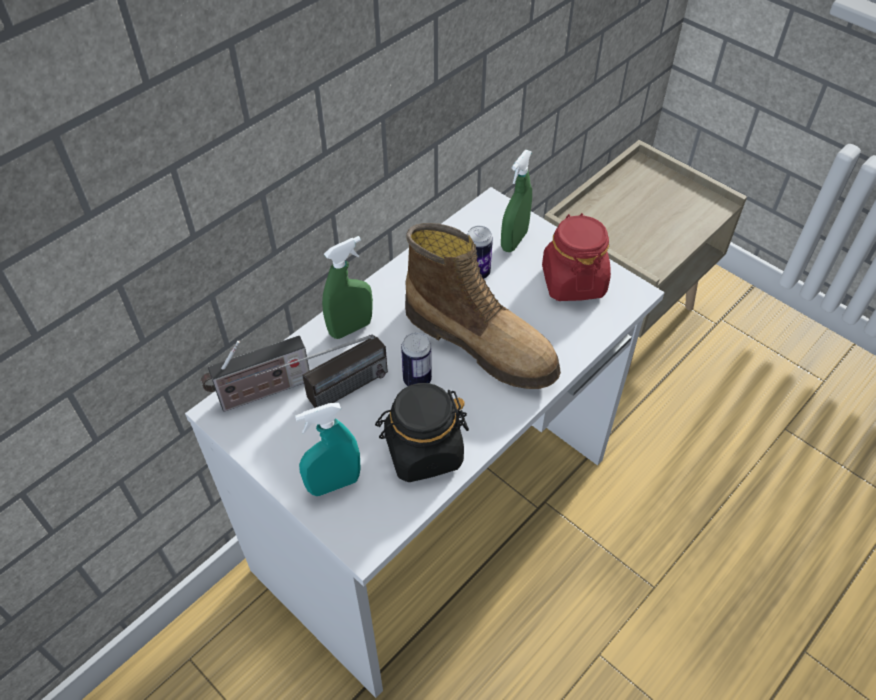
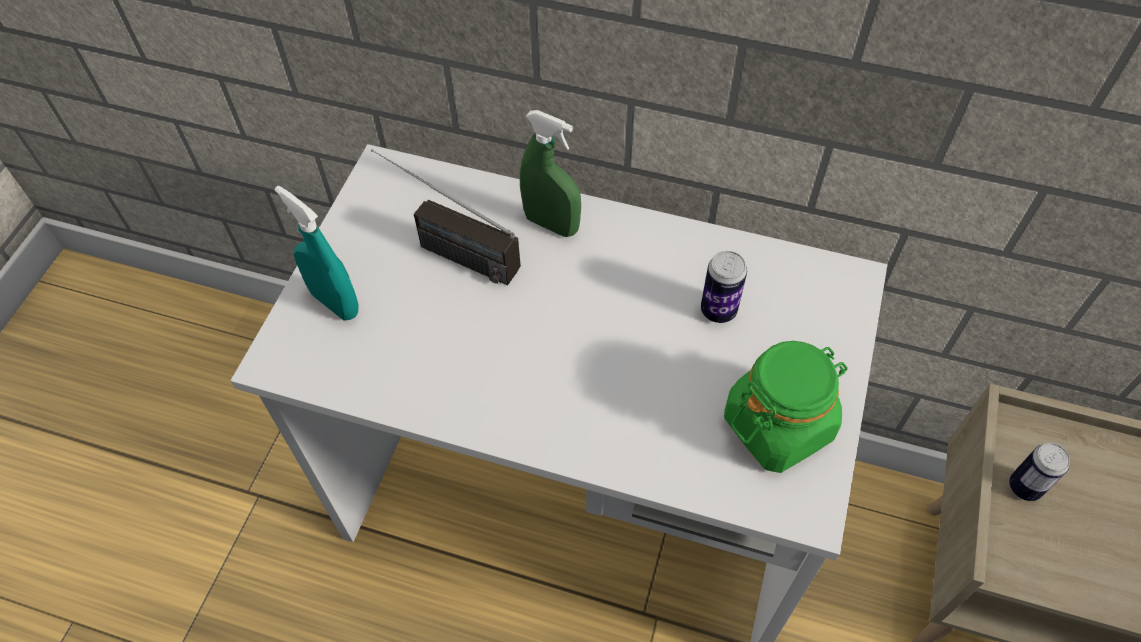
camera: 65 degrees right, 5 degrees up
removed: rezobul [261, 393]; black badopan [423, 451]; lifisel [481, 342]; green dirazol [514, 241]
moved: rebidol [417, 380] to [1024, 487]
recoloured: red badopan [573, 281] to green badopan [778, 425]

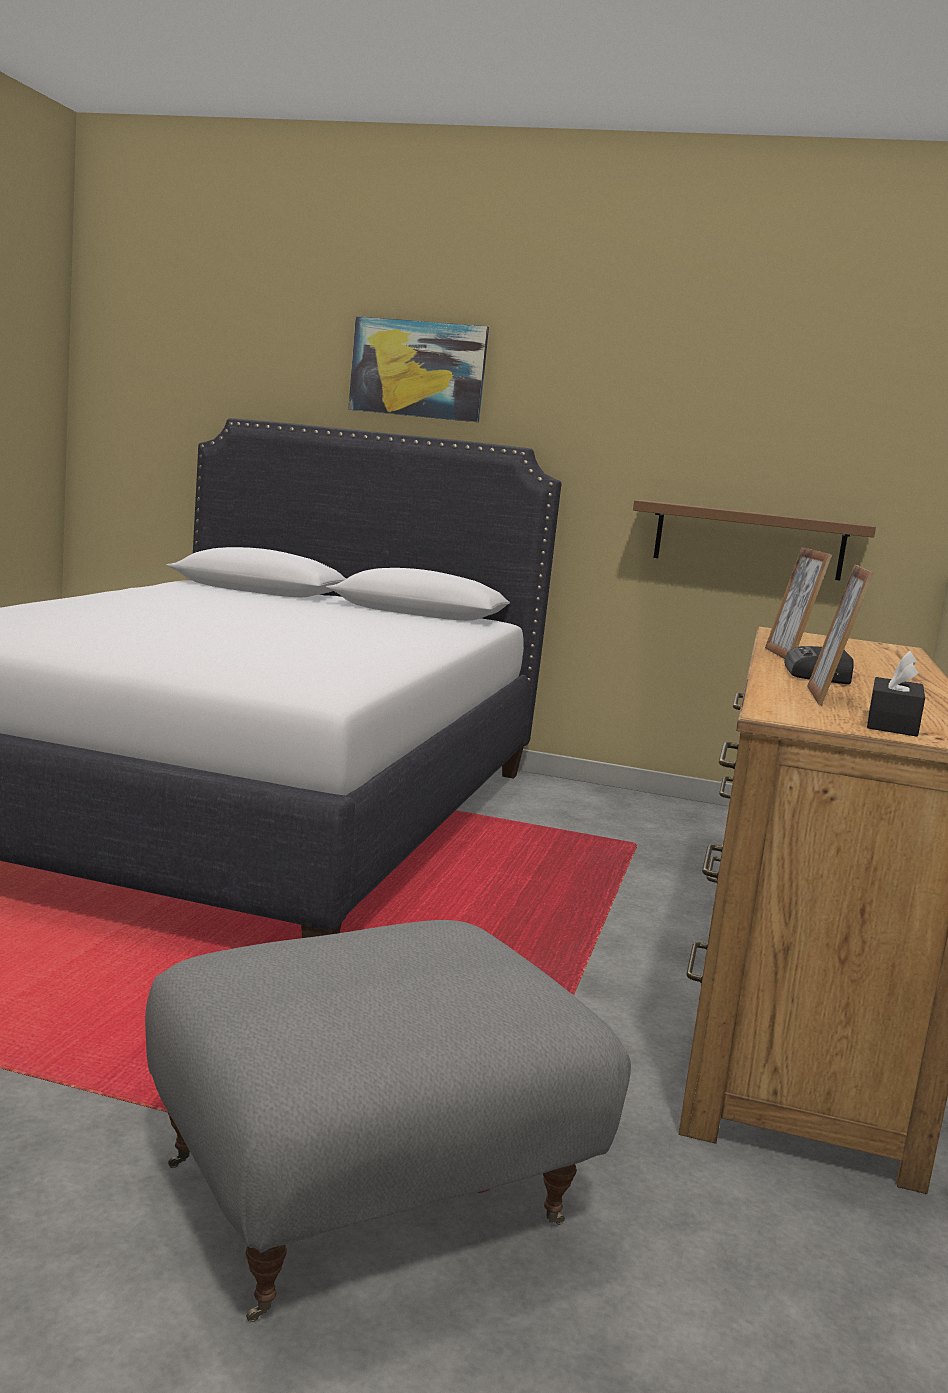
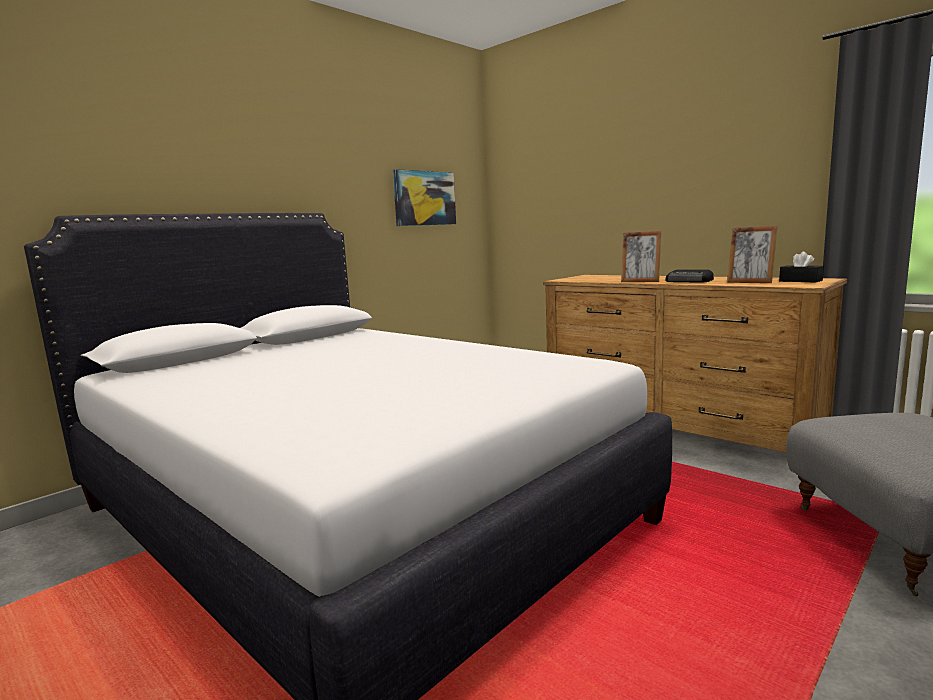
camera: 60 degrees left, 0 degrees up
removed: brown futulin [749, 540]
moved: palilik [418, 369] to [424, 198]

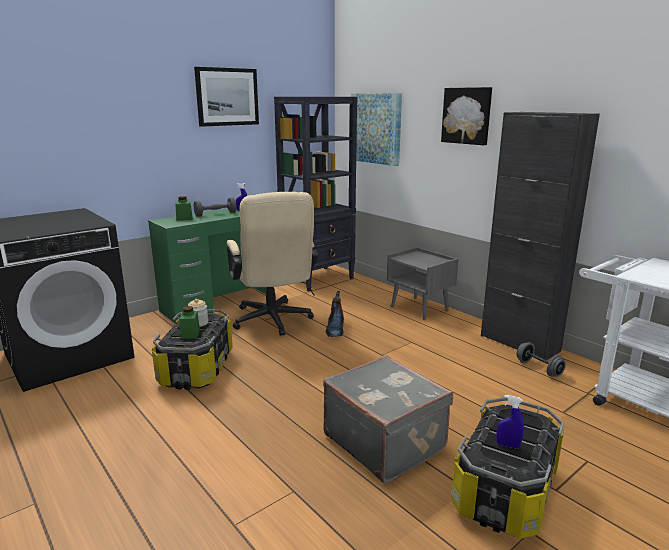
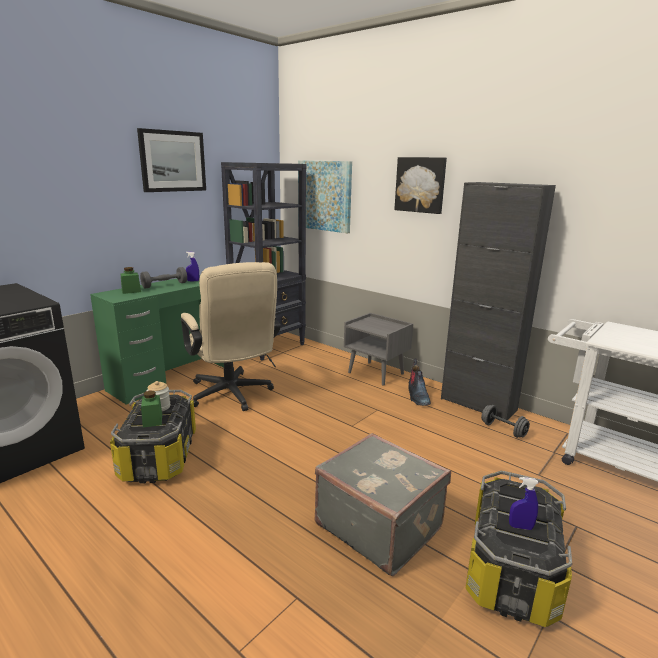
camera: 10 degrees left, 0 degrees up
moved: lifisel [335, 328] to [417, 396]

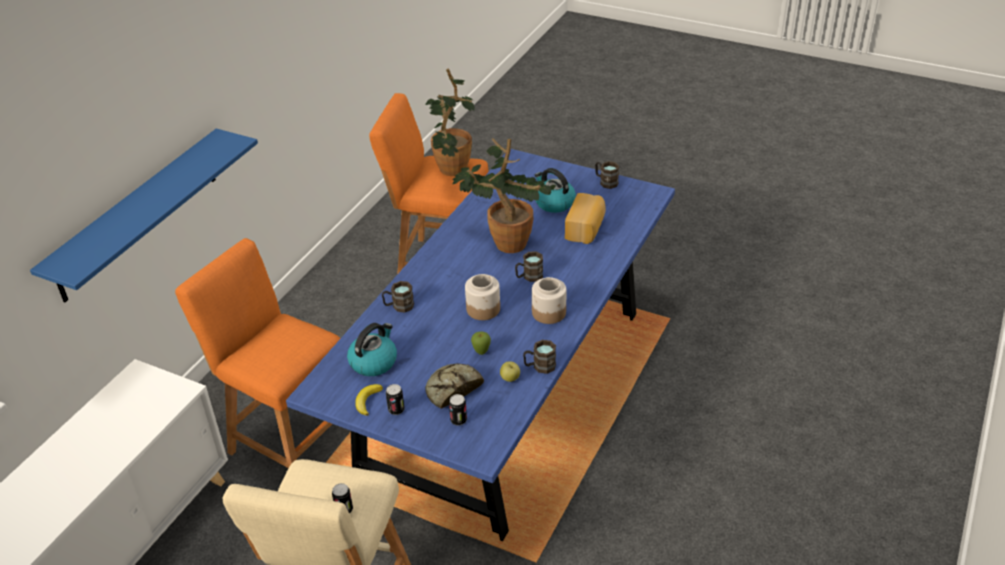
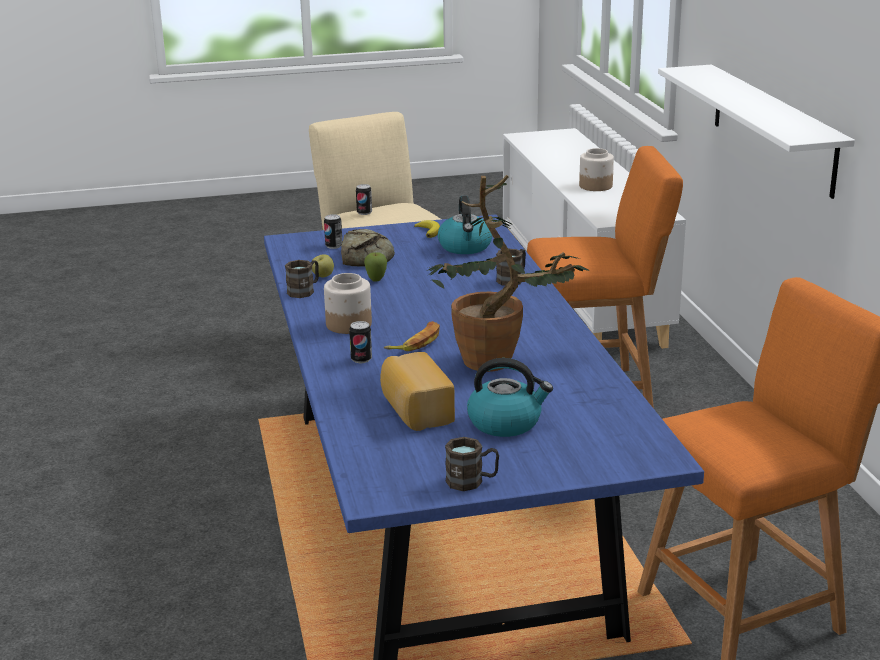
camera: 140 degrees right, 15 degrees down
removed: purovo [451, 172]
moved: rebidol [396, 410] to [361, 359]; badopan [483, 309] to [595, 186]
replaced: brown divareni [529, 276] to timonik [416, 342]
recoloured: blue futulin [137, 214] to white futulin [772, 128]

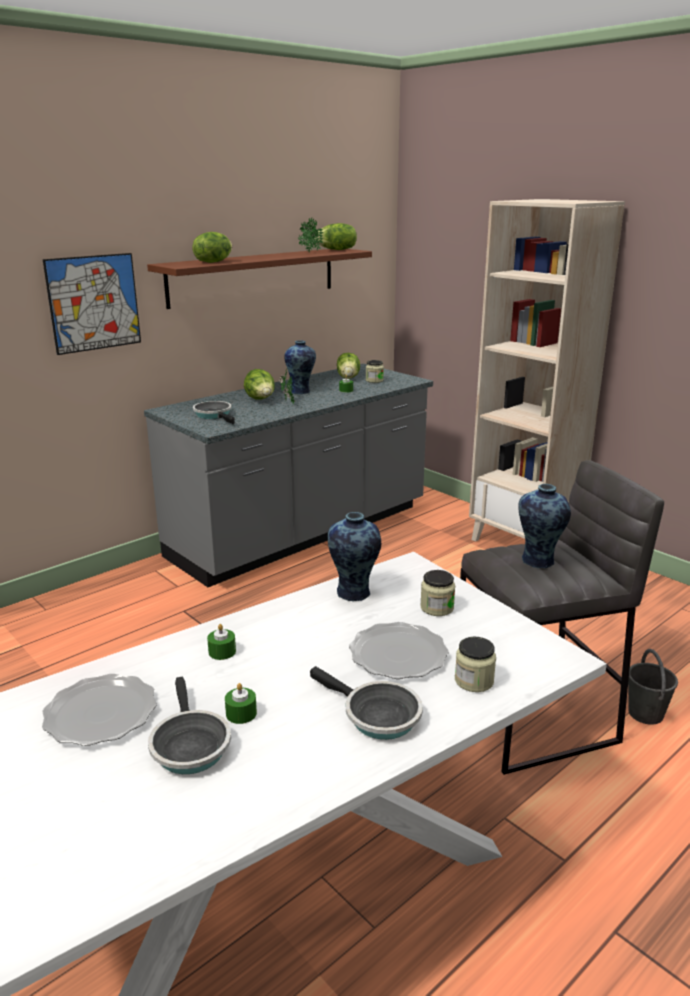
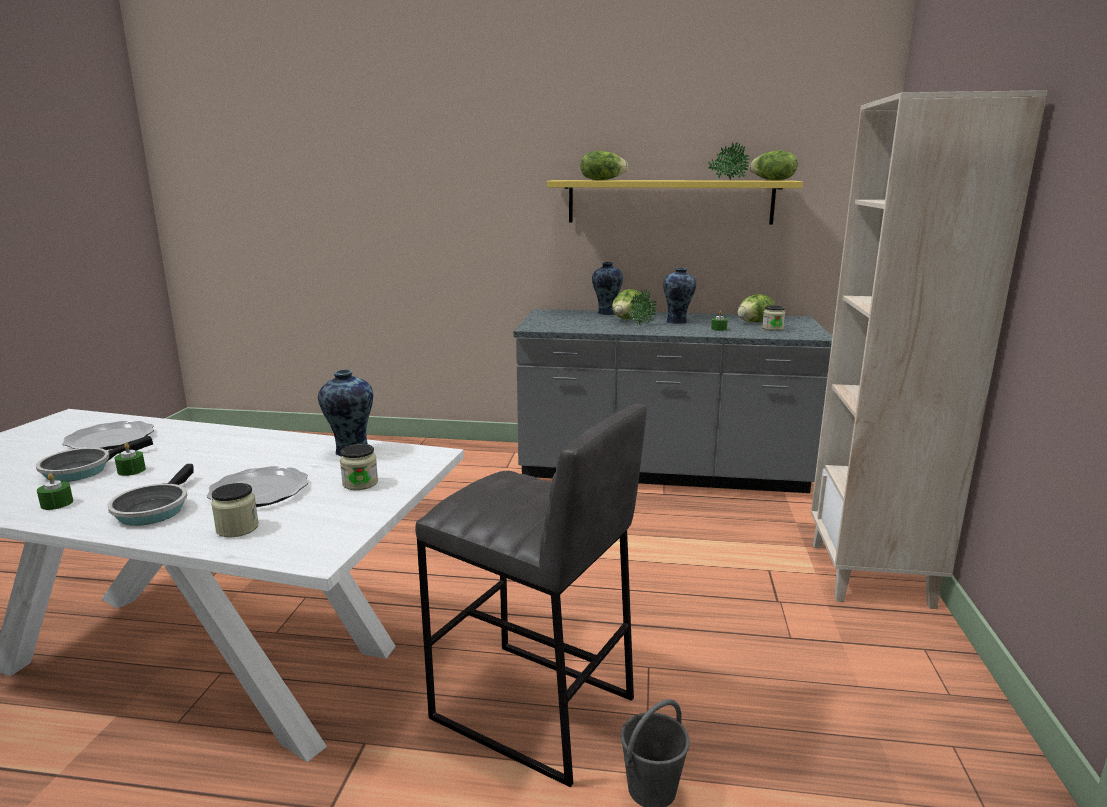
camera: 50 degrees right, 5 degrees down
removed: palilik [94, 303]; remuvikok [214, 415]
moved: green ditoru [222, 651] to [57, 503]; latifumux [538, 561] to [606, 313]
recoloured: brown futulin [253, 276] to yellow futulin [670, 202]

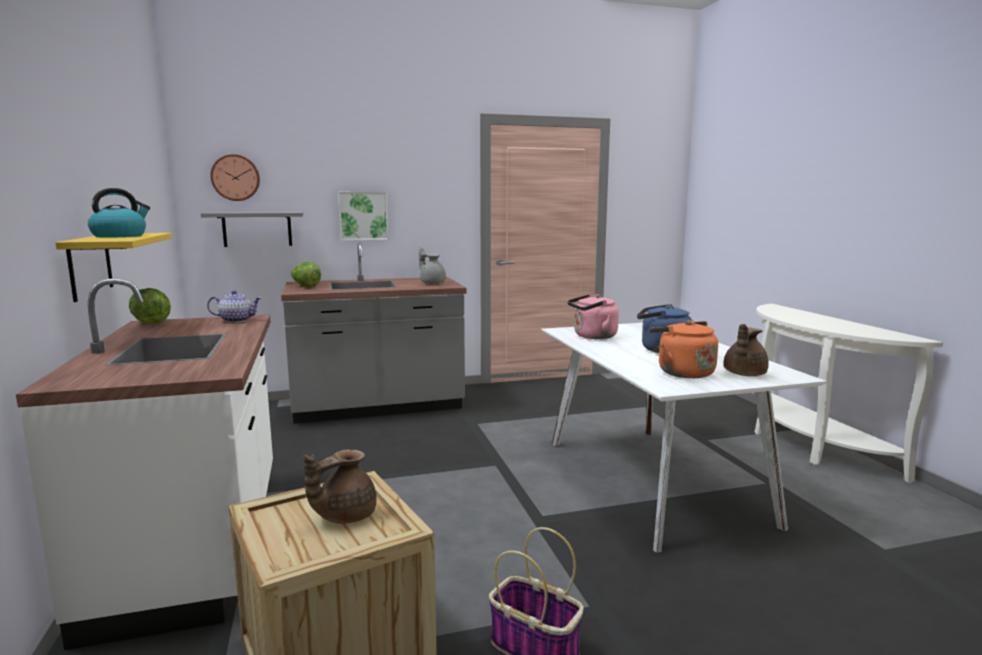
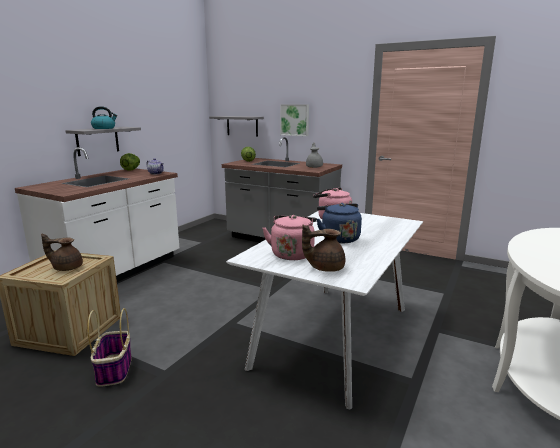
camera: 45 degrees right, 5 degrees up
removed: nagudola [235, 178]
recoloured: yellow futulin [90, 265] to grey futulin [97, 141]; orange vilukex [682, 372] to pink vilukex [292, 254]

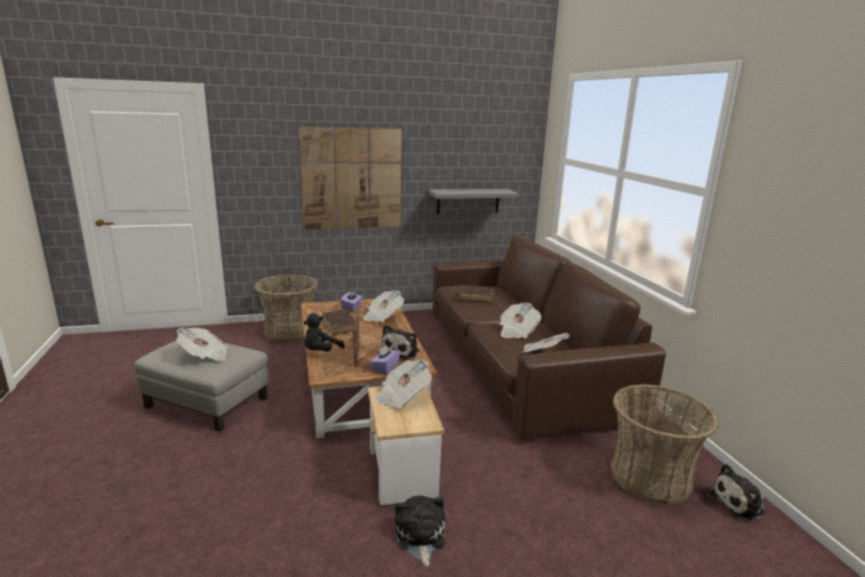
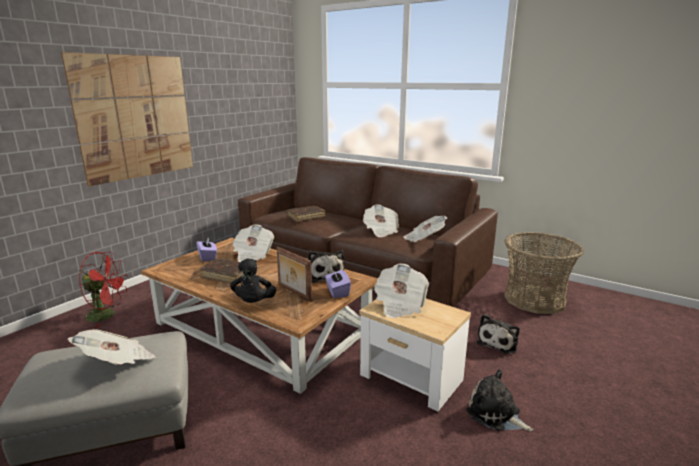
camera: 40 degrees left, 0 degrees up
removed: grey futulin [468, 201]
moved: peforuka [740, 504] to [498, 342]
replaced: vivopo [289, 331] to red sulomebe [107, 315]

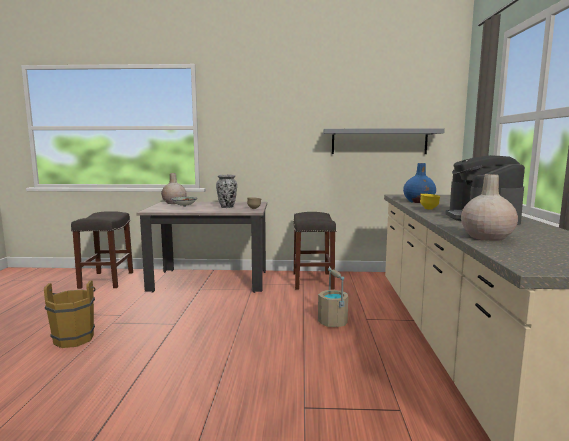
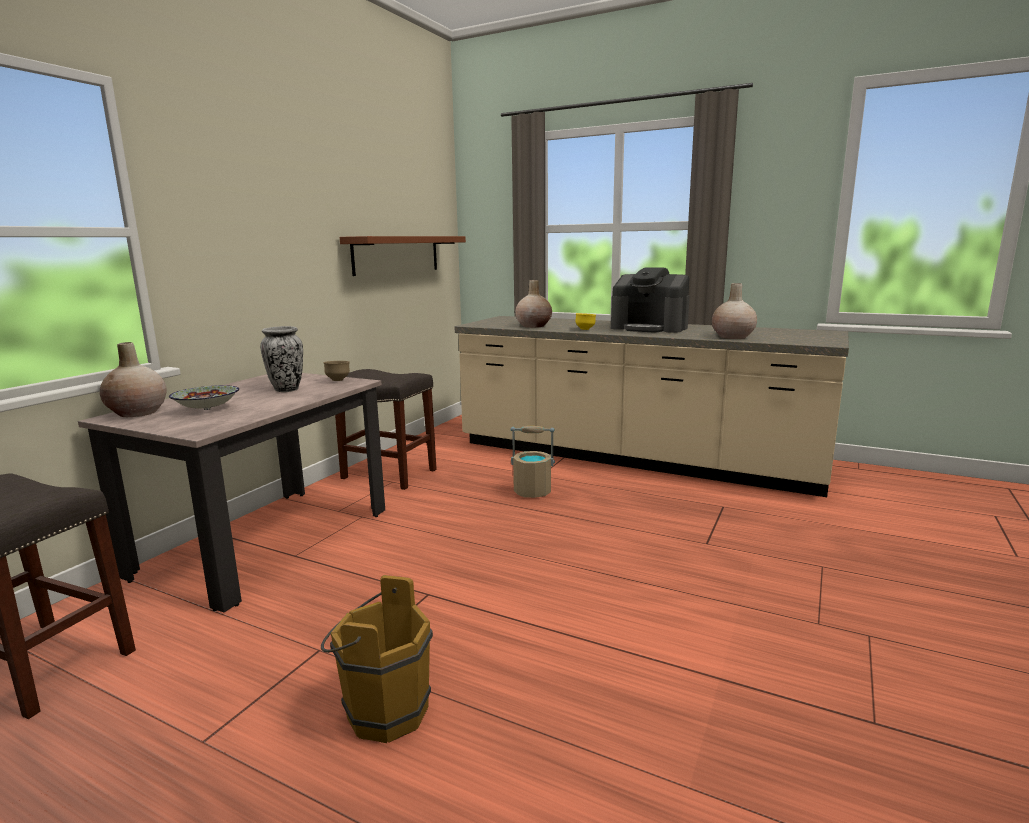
camera: 65 degrees left, 5 degrees up
recoloured: grey futulin [379, 141] to brown futulin [397, 254]; blue latifumux [419, 201] to beige latifumux [533, 326]

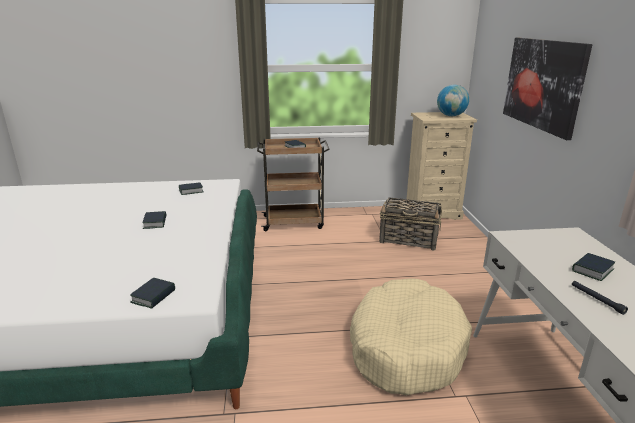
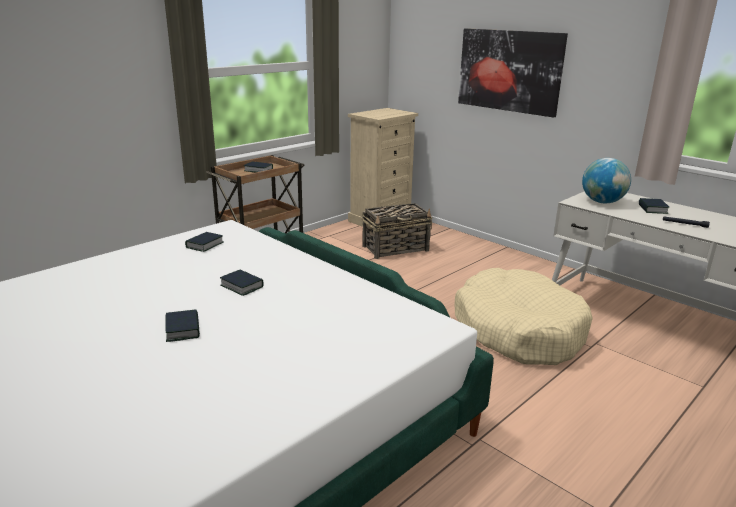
camera: 40 degrees left, 0 degrees up
moved: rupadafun [153, 296] to [183, 329]; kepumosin [451, 116] to [602, 202]

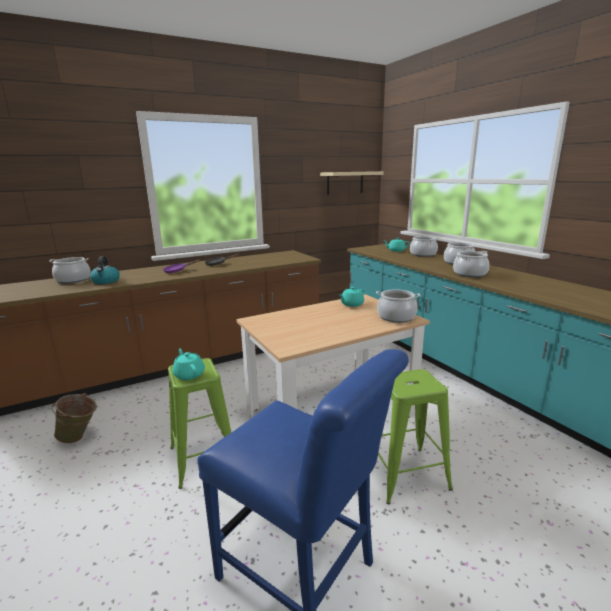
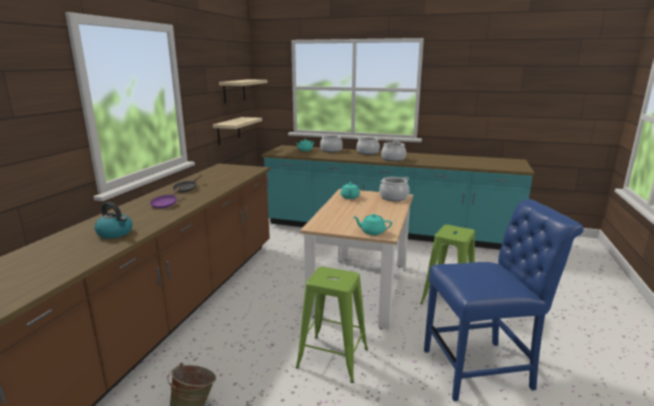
camera: 45 degrees left, 0 degrees up
removed: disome [73, 280]
added: beige futulin [228, 131]
moved: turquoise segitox [189, 374] to [372, 232]

